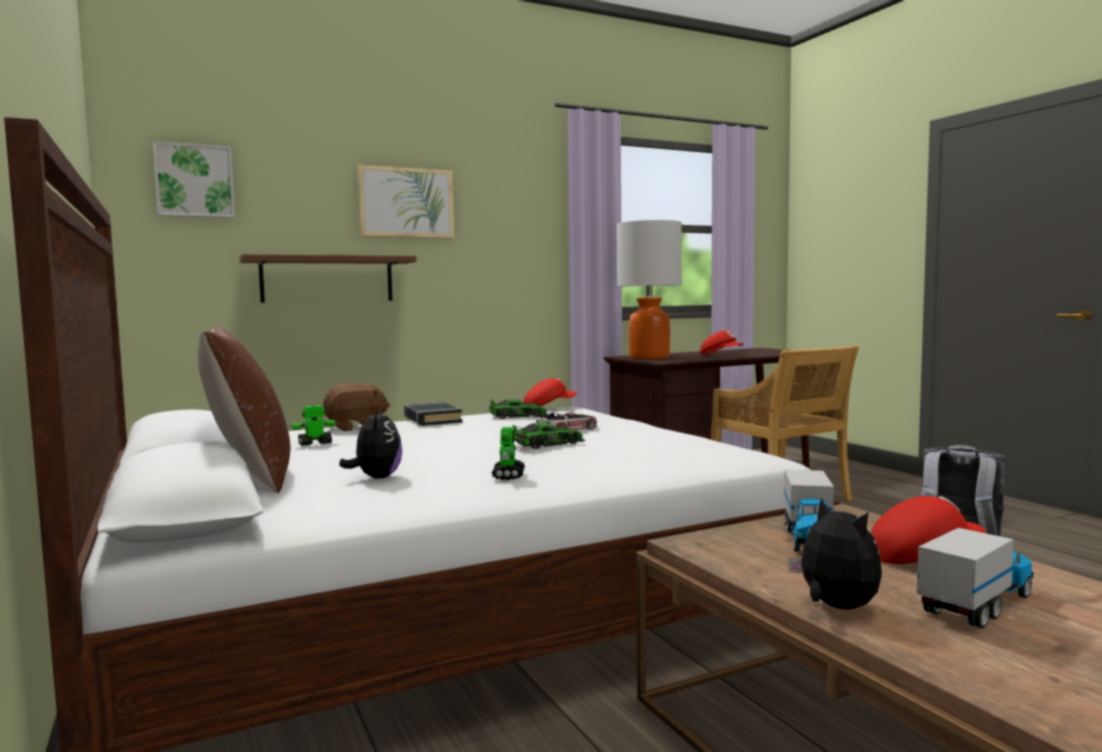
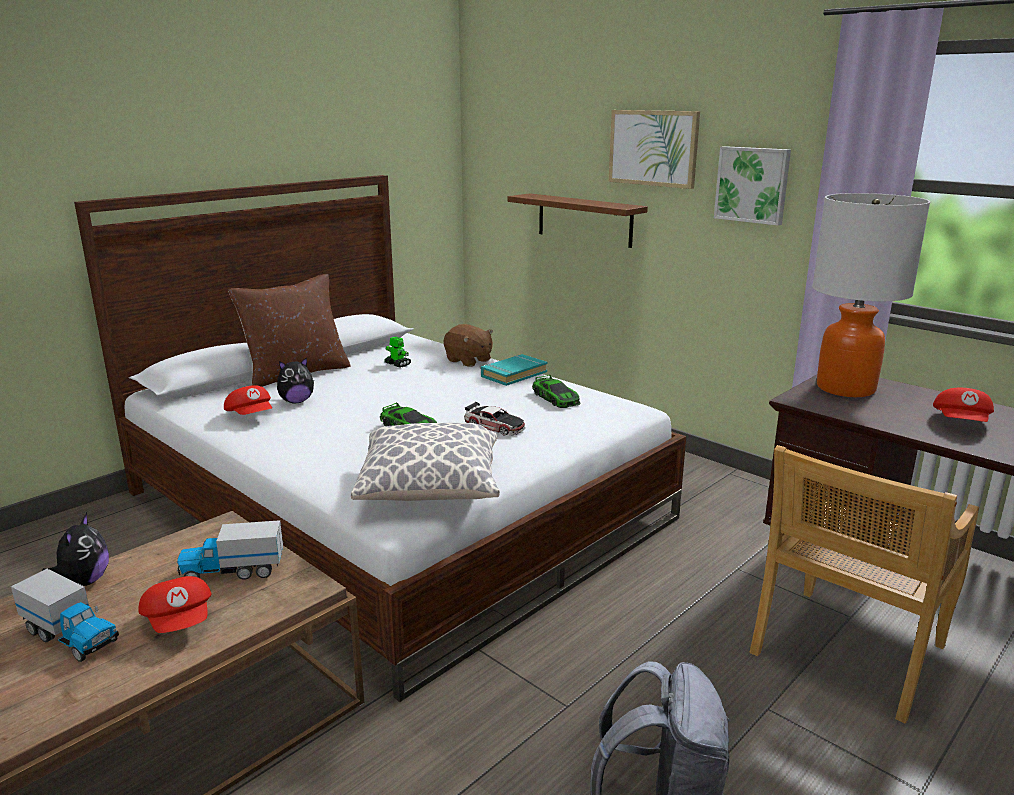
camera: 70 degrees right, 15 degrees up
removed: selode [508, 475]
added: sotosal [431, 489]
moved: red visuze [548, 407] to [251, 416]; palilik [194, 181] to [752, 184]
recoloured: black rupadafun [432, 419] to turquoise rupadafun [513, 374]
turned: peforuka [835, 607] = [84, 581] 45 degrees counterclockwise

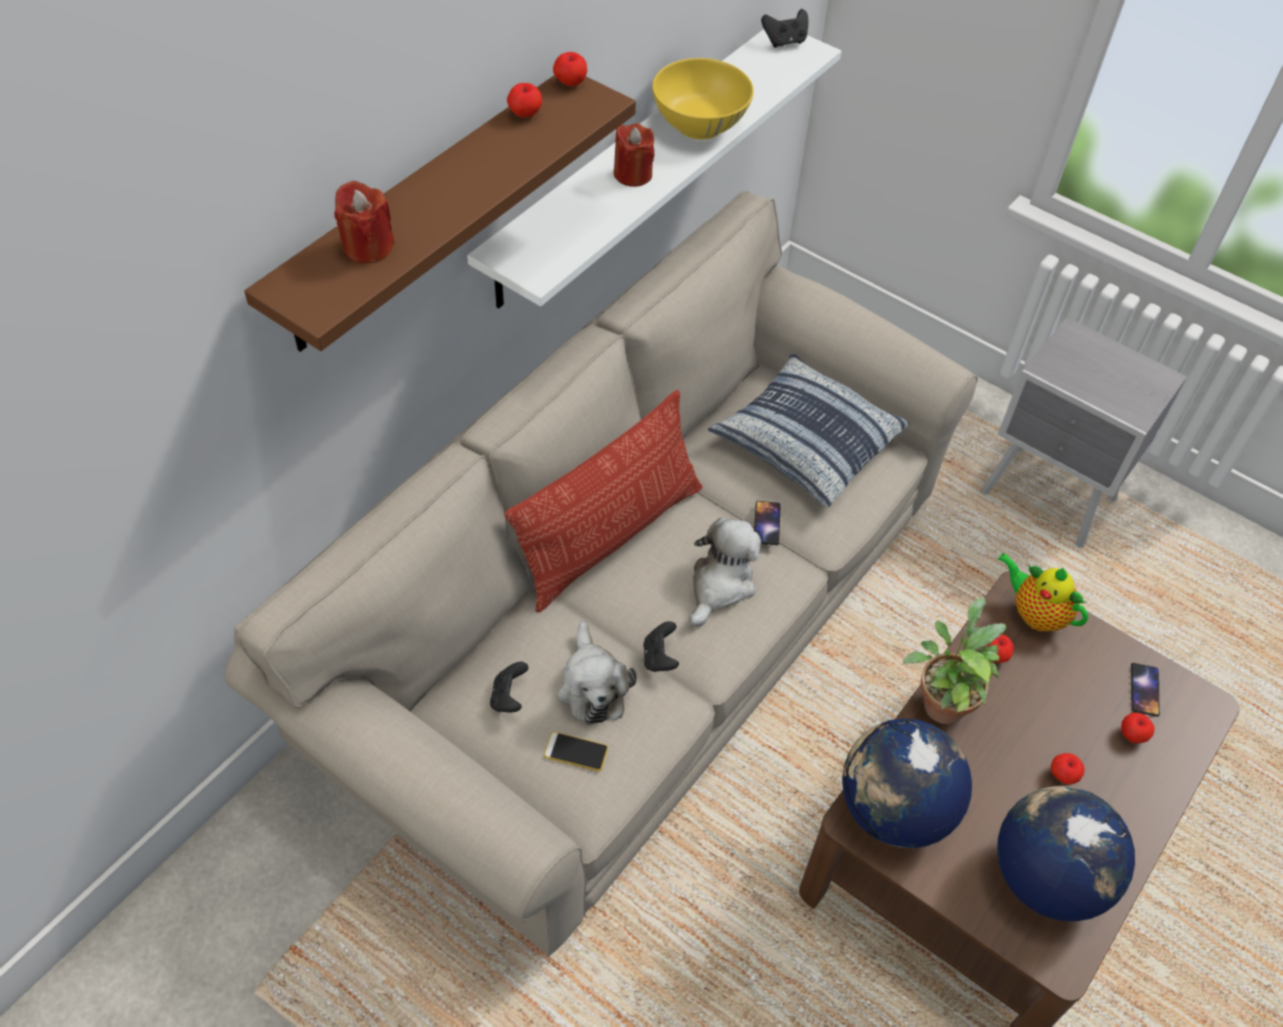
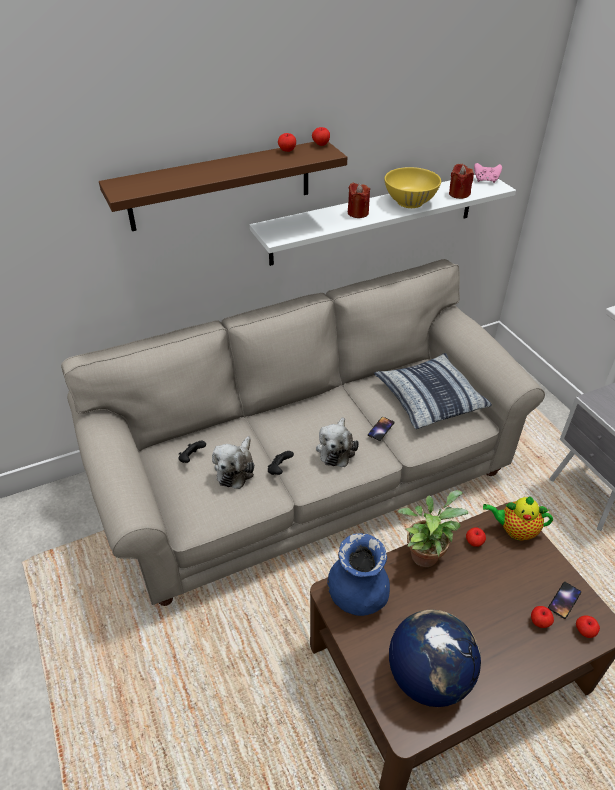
camera: 30 degrees right, 10 degrees down
removed: sotosal [610, 537]; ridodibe [576, 752]
moved: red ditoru [368, 247] to [459, 194]; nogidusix [1062, 775] to [584, 631]
replaced: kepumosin [893, 810] to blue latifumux [357, 597]
recoloured: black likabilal [784, 42] to pink likabilal [486, 180]
turned: peforuka [720, 585] = [336, 449] 135 degrees clockwise; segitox [1035, 613] = [515, 530] 60 degrees counterclockwise

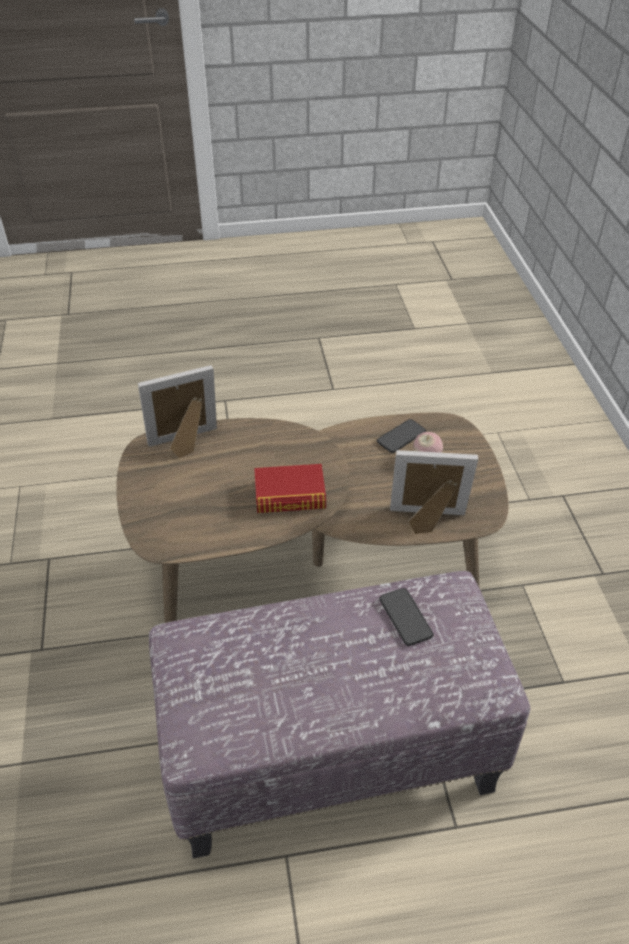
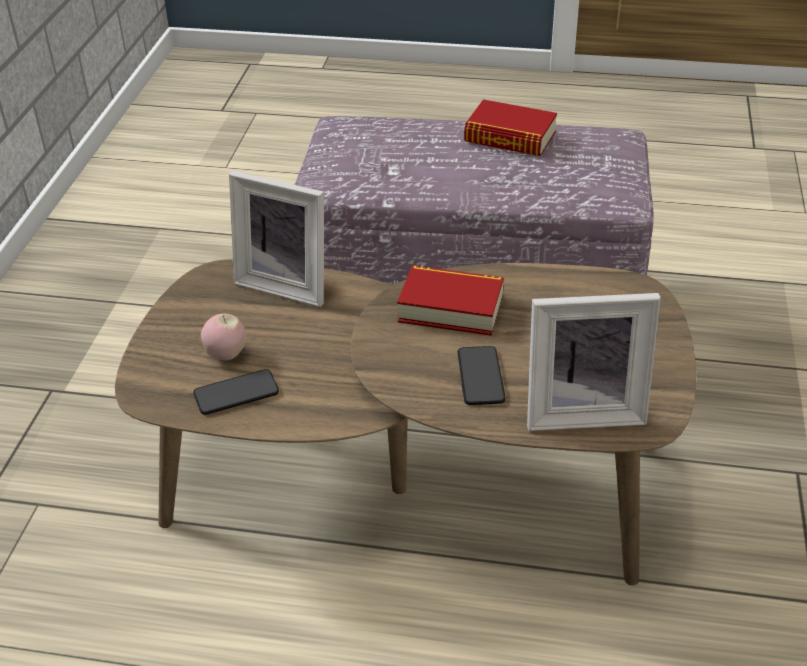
camera: 160 degrees left, 5 degrees down
added: rupadafun [510, 137]
moved: ridodibe [405, 617] to [480, 377]

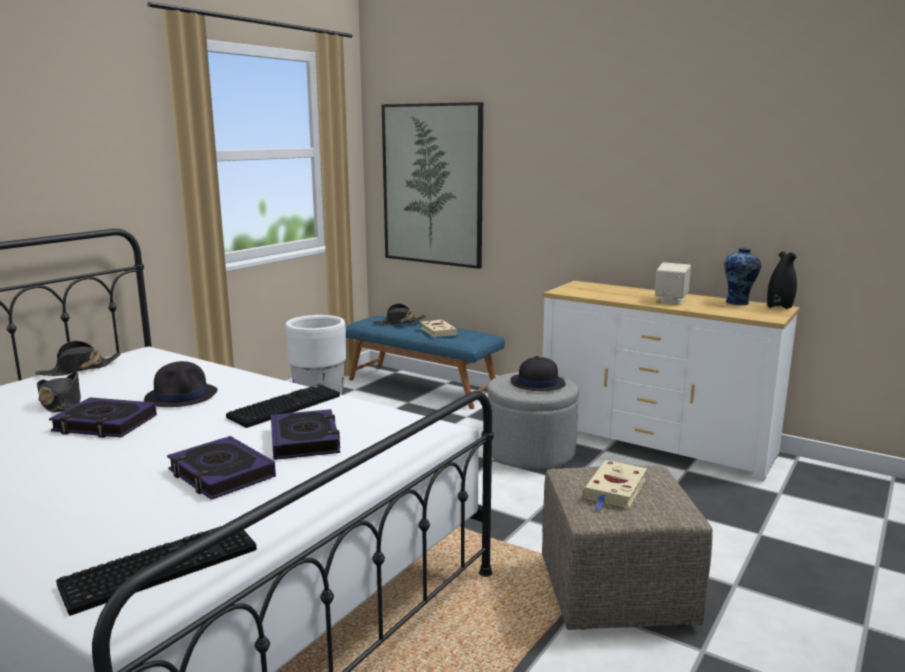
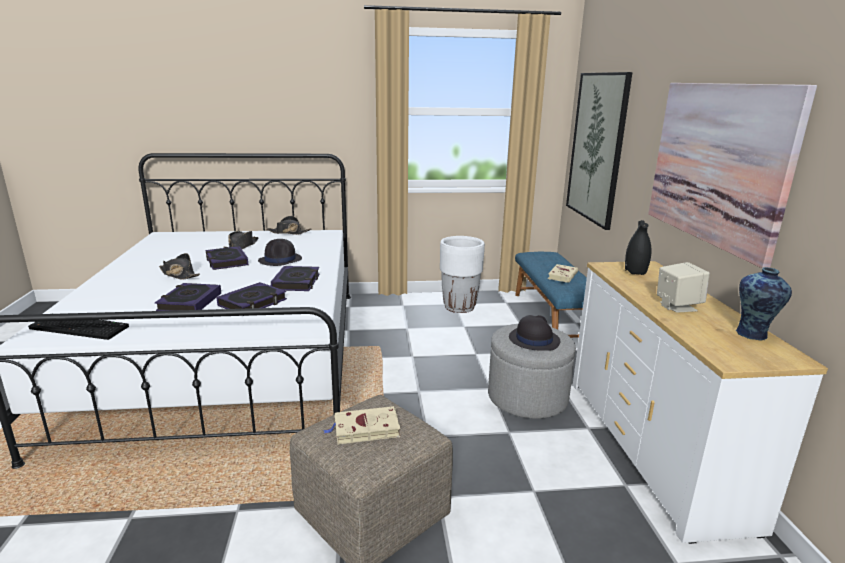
camera: 50 degrees right, 5 degrees up
added: palilik [717, 164]
moved: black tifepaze [399, 323] to [179, 274]; black latifumux [779, 307] to [635, 272]
replaced: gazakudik [285, 406] to rupadafun [296, 282]

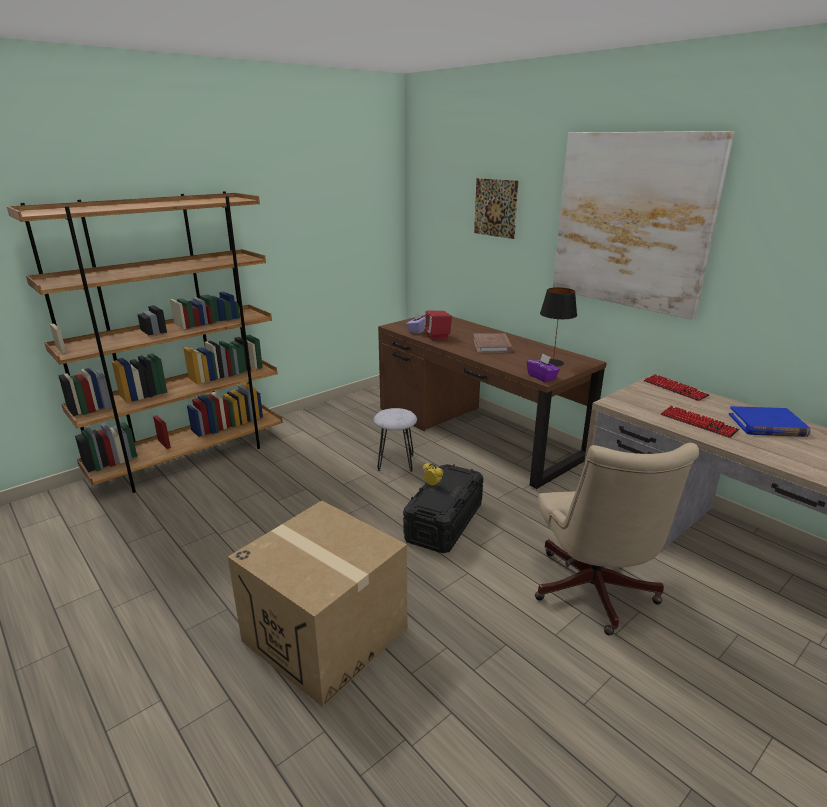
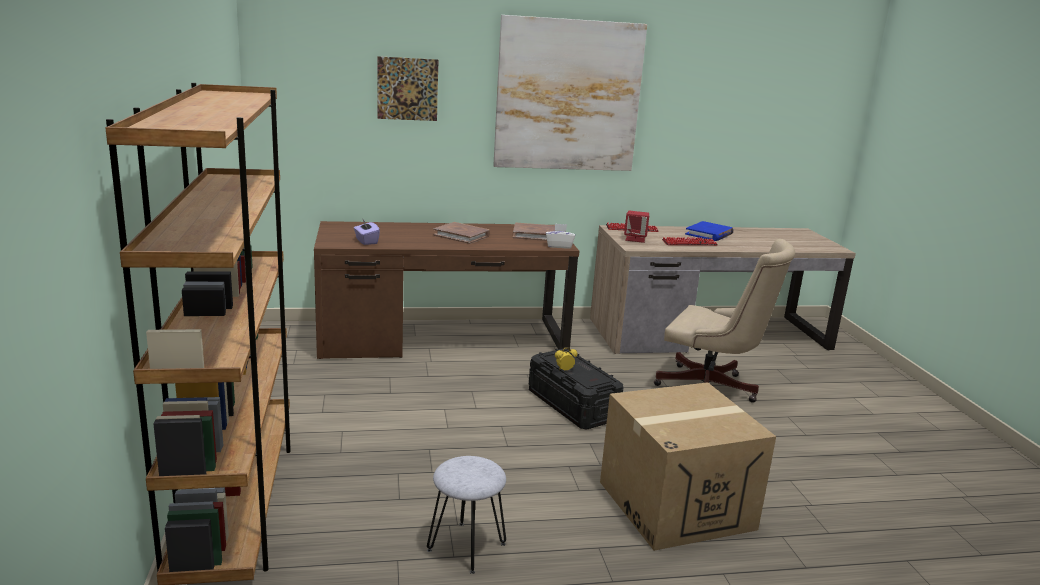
camera: 60 degrees left, 5 degrees down
moved: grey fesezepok [395, 462] to [466, 547]; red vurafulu [437, 337] to [635, 239]
replaced: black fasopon [553, 363] to brown rupadafun [535, 235]
recoloured: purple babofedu [542, 377] to white babofedu [559, 246]

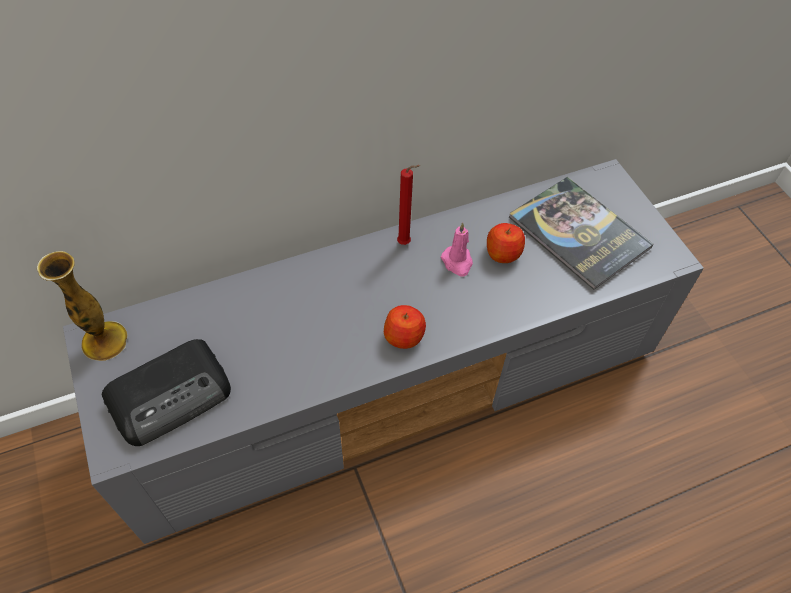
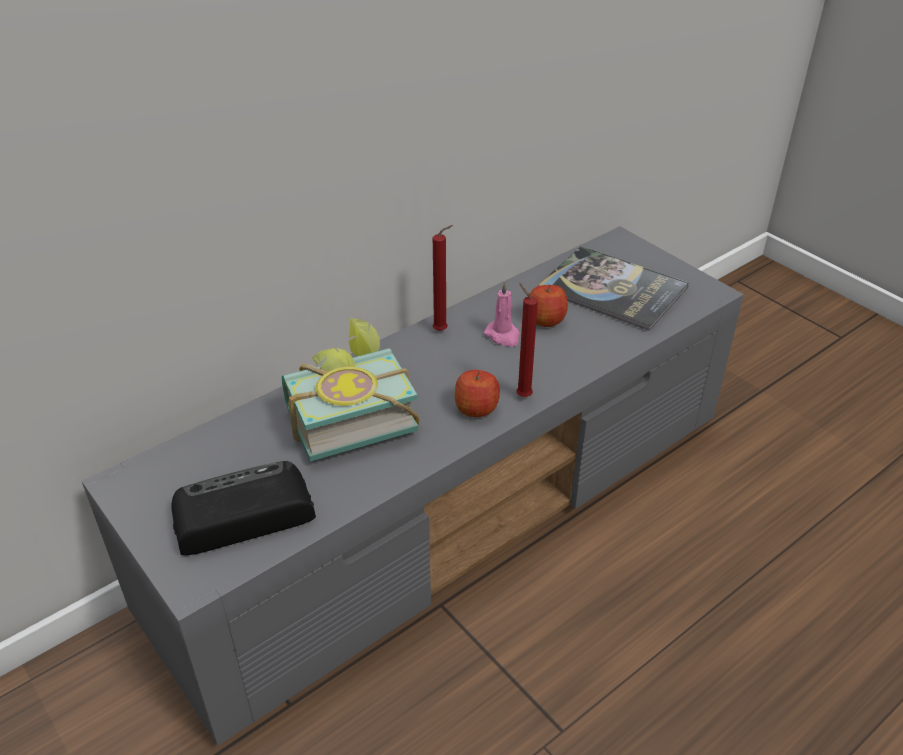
camera: 15 degrees left, 15 degrees down
removed: latifumux [104, 341]
added: rupadafun [347, 414]; red ditoru [522, 395]
turned: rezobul [172, 395] = [241, 515] 150 degrees counterclockwise

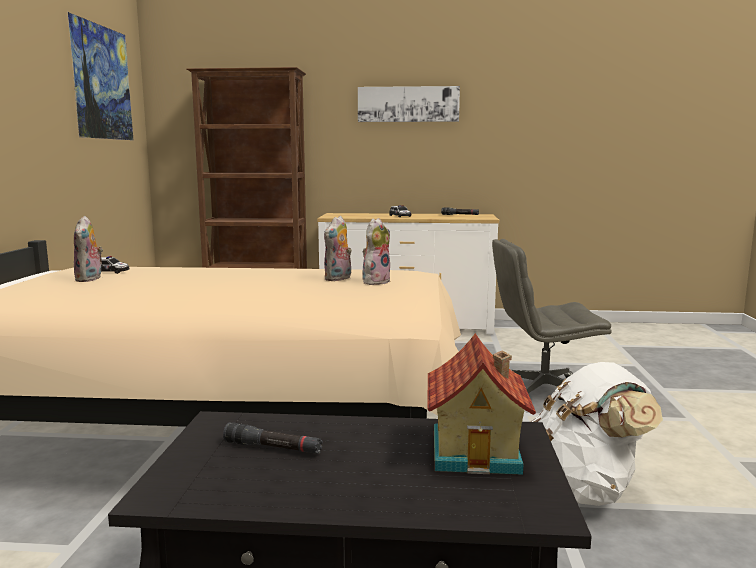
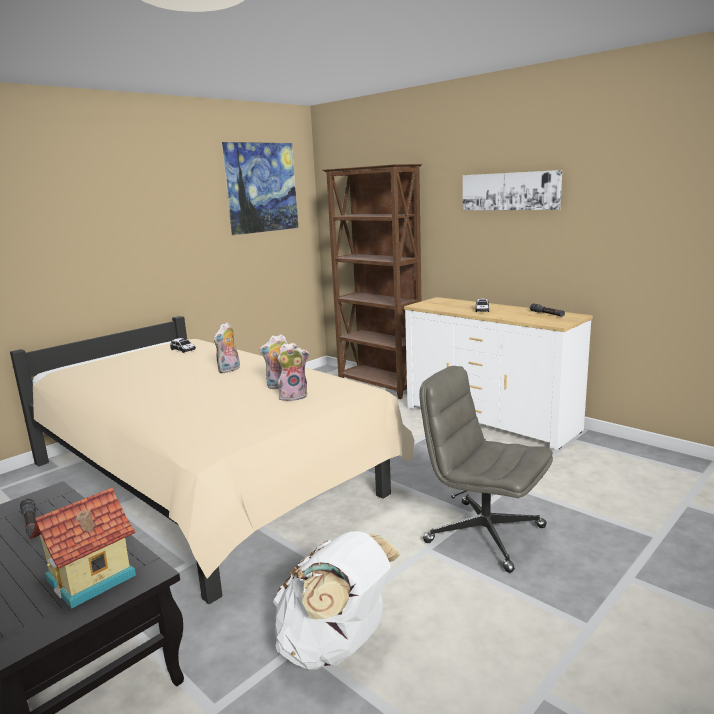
camera: 40 degrees right, 5 degrees up
moved: peforuka [90, 279] to [229, 370]

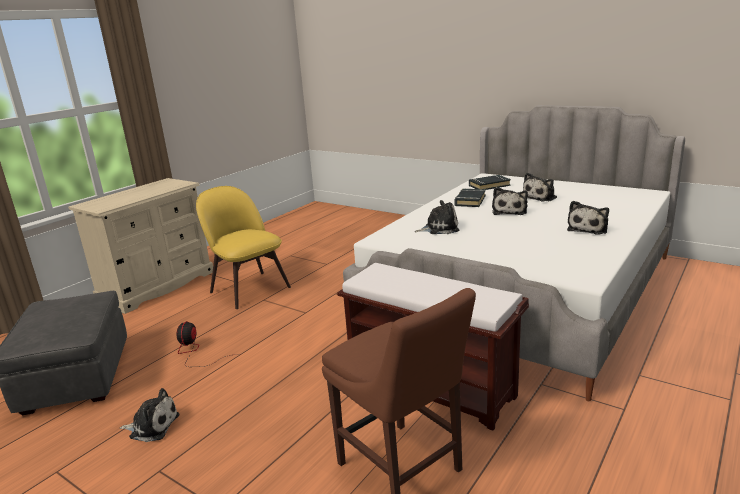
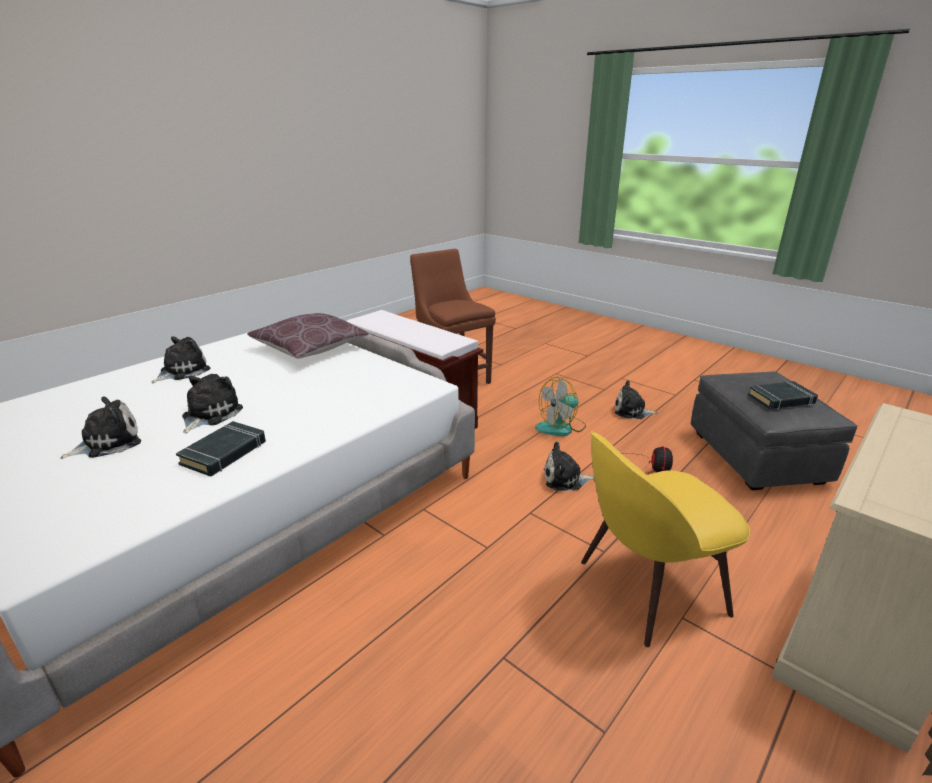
camera: 175 degrees left, 5 degrees up
added: brown sotosal [310, 348]; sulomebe [561, 427]
moved: peforuka [439, 228] to [565, 479]; black rupadafun [489, 185] to [781, 399]
turned: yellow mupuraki [248, 288] = [646, 589] 105 degrees clockwise

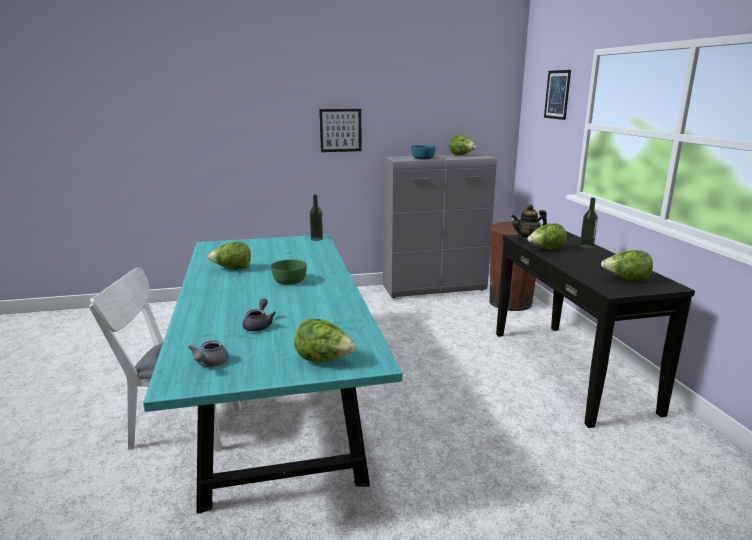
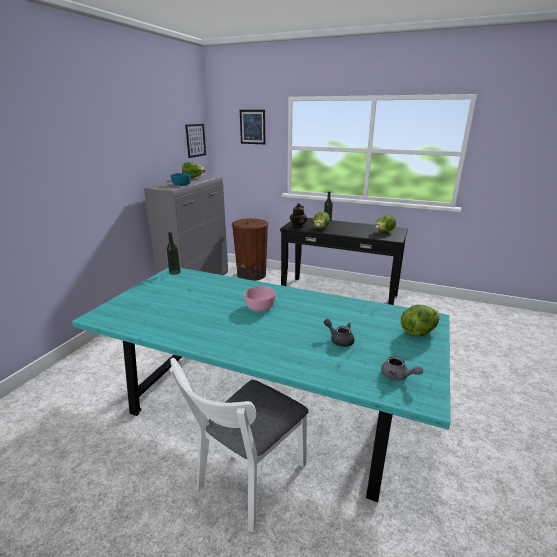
camera: 55 degrees left, 5 degrees up
removed: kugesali [232, 269]
moved: palilik [340, 130] to [195, 140]
recoloured: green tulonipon [290, 281] to pink tulonipon [260, 306]

